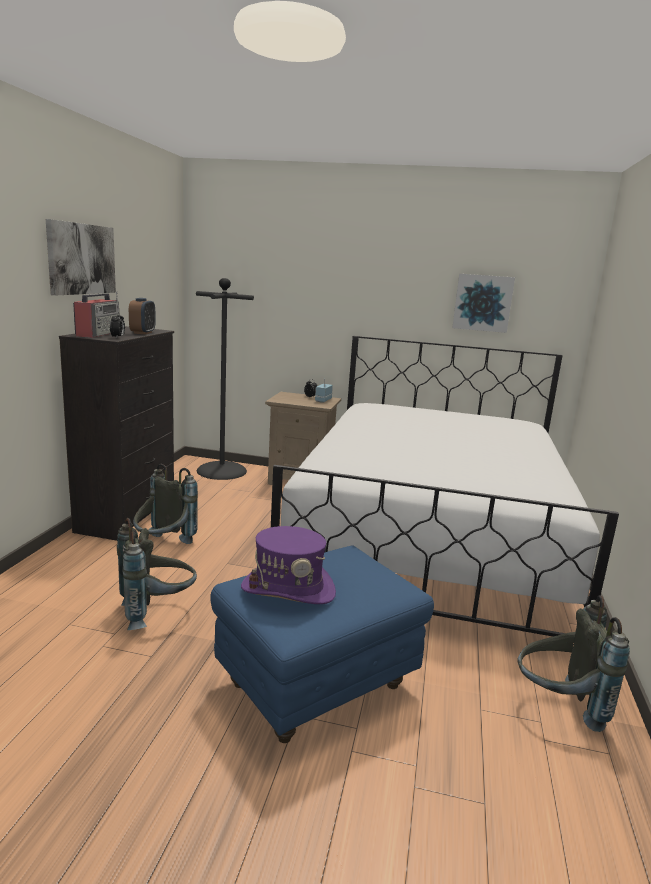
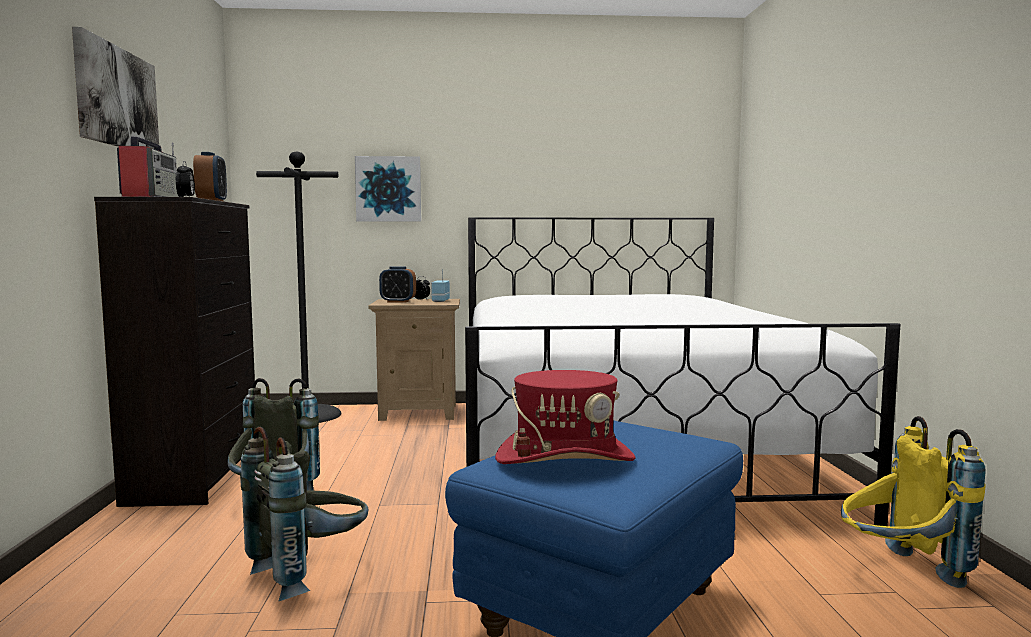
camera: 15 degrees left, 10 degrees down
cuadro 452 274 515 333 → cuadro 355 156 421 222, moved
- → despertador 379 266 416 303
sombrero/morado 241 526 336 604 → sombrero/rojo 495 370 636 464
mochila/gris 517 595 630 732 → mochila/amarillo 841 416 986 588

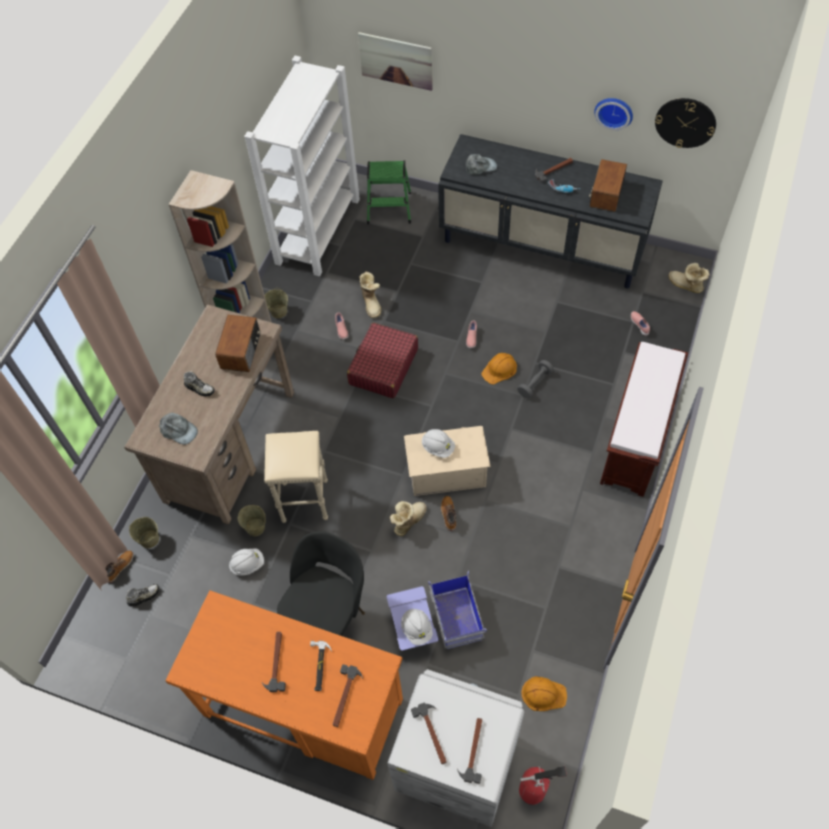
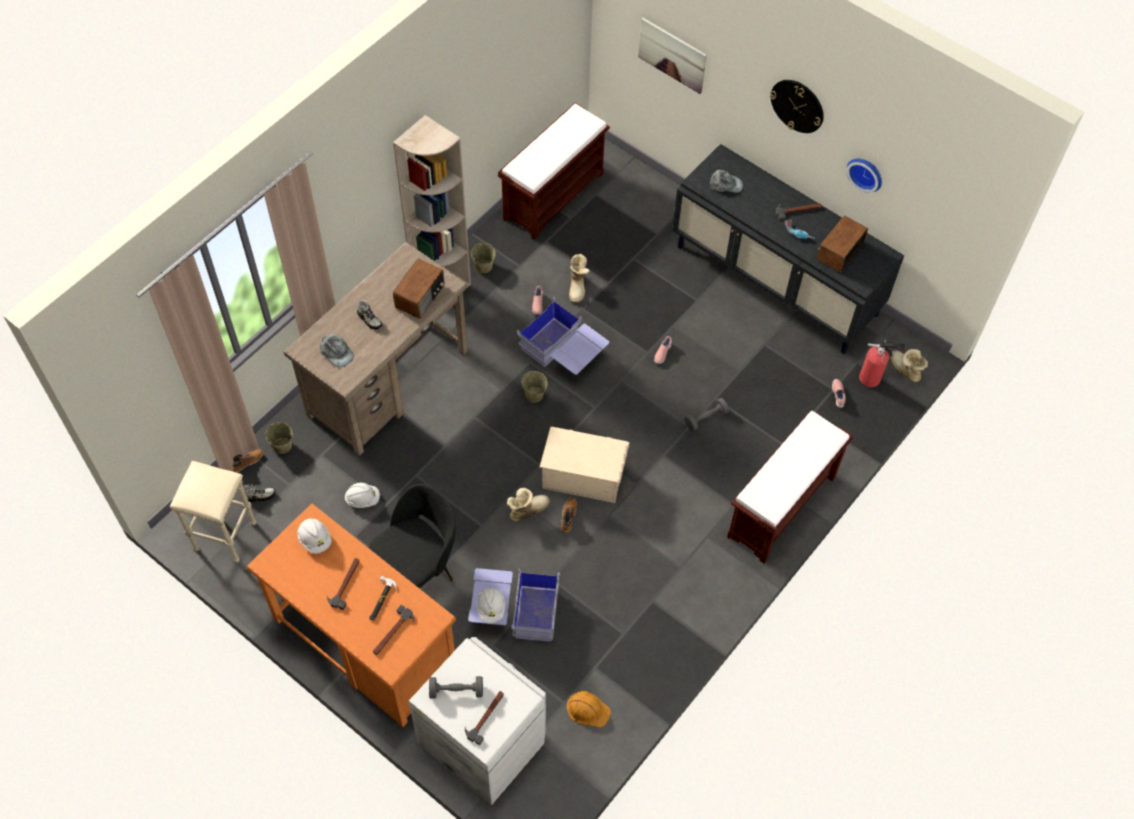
camera: 15 degrees right, 0 degrees up
taburete/beis 264 431 328 523 → taburete/beis 170 461 256 563, moved
casco/blanco 422 429 455 458 → casco/blanco 298 518 332 554, moved
martillo 411 703 447 764 → mancuerna/gris 429 676 483 698
estantería/blanco 244 56 360 276 → banco/marrón 498 103 610 240
maleta/rojo 347 323 418 398 → caja de almacenaje/azul 517 302 609 375
cubo/beis 238 505 266 536 → cubo/beis 521 371 548 402, moved
reloj de pared 655 98 716 148 → reloj de pared 770 80 824 133, moved
extintor 519 766 567 805 → extintor 859 339 906 387, moved
escalera de tijera/verde 367 161 411 225 → -
casco/naranja 481 353 517 384 → -

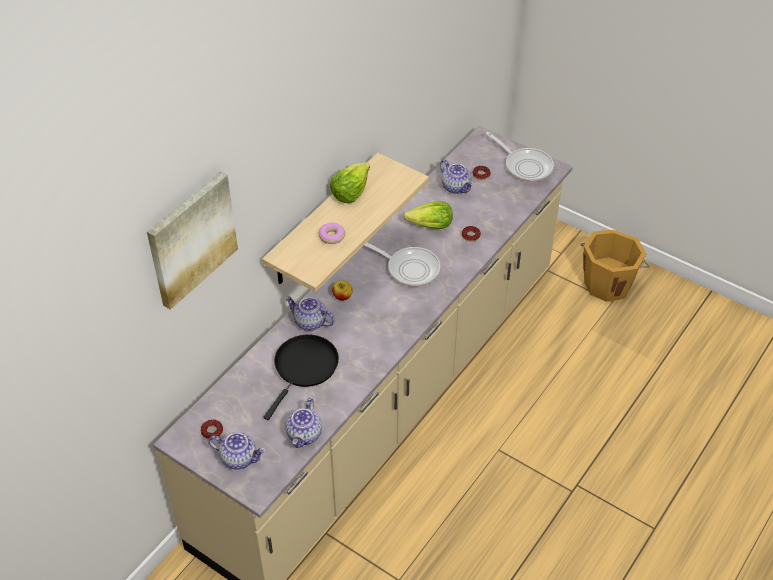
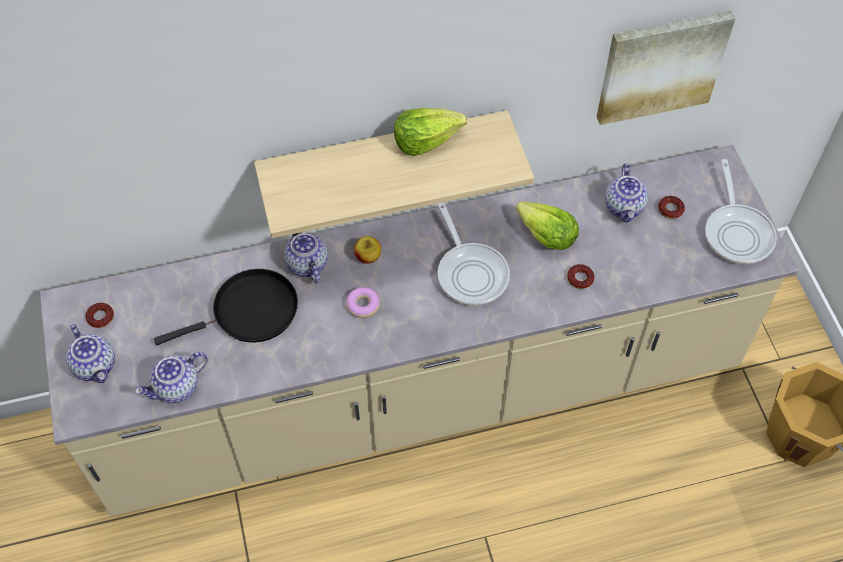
camera: 40 degrees right, 10 degrees up
rosquilla 319 223 345 244 → rosquilla 346 287 380 318, moved
cuadro 147 172 238 310 → cuadro 597 11 735 125, moved

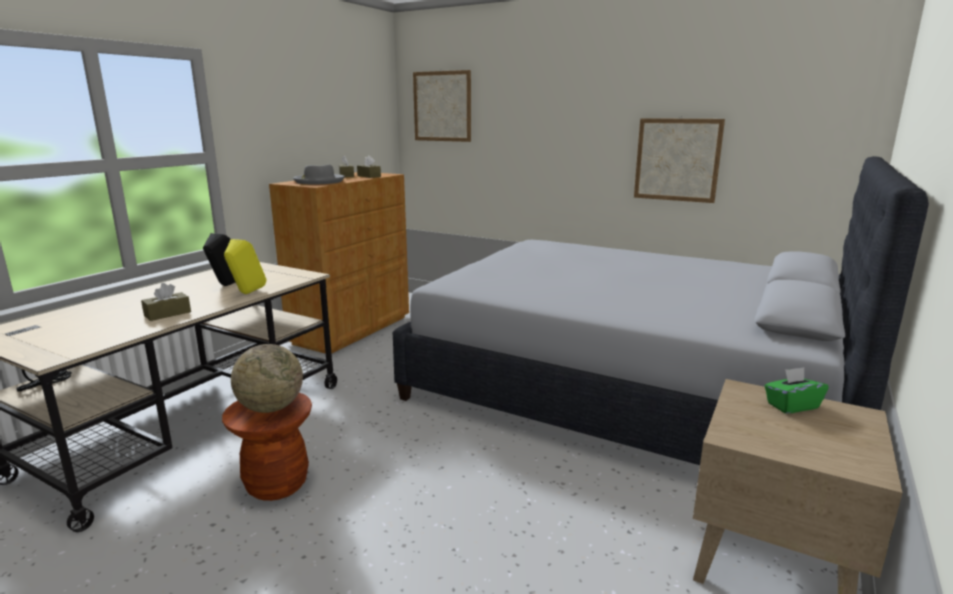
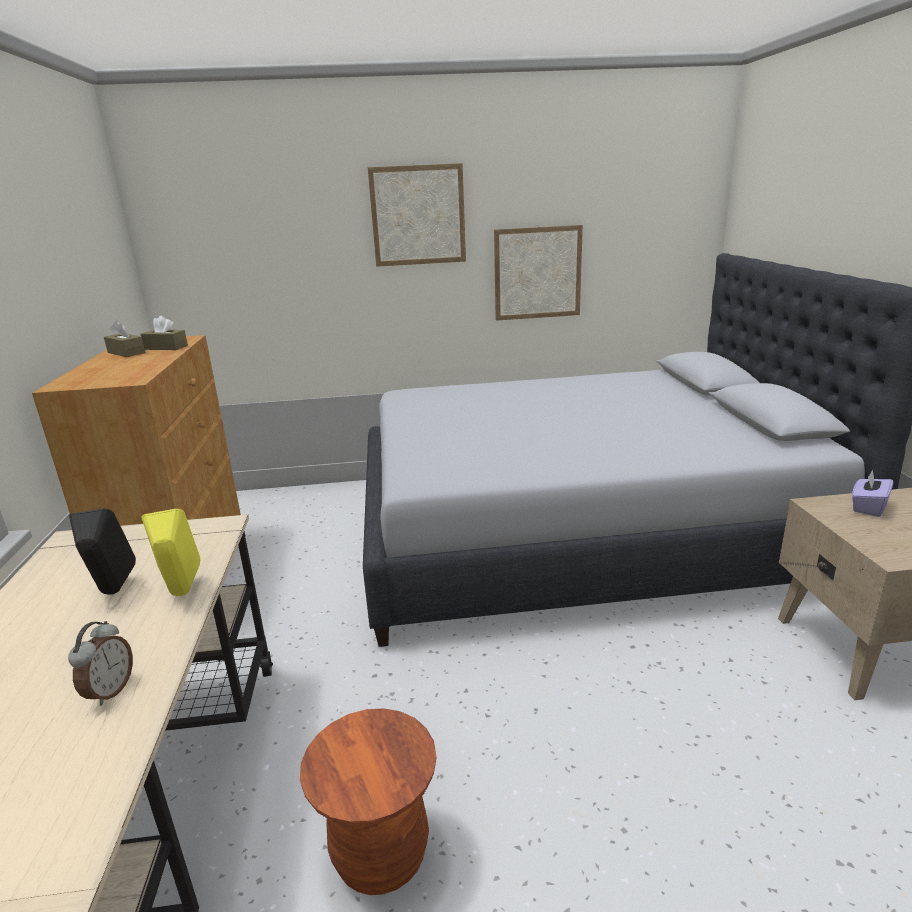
camera: 35 degrees left, 5 degrees up
caja de pañuelos/marrón 141 283 191 321 → despertador 68 621 133 706
cuadro 413 70 471 142 → cuadro 368 163 466 267, moved
caja de pañuelos/verde 764 367 829 414 → caja de pañuelos/morado 852 470 893 517
globo terráqueo 231 344 303 413 → -
sombrero/gris 293 165 345 185 → -

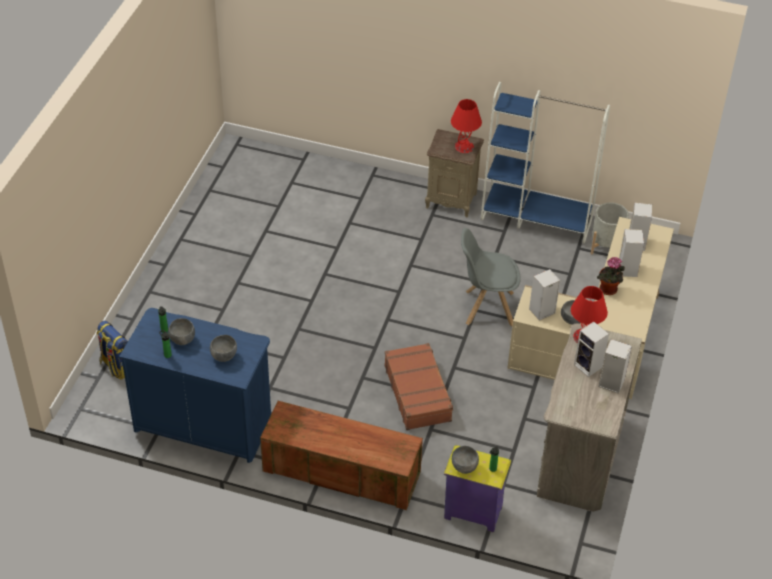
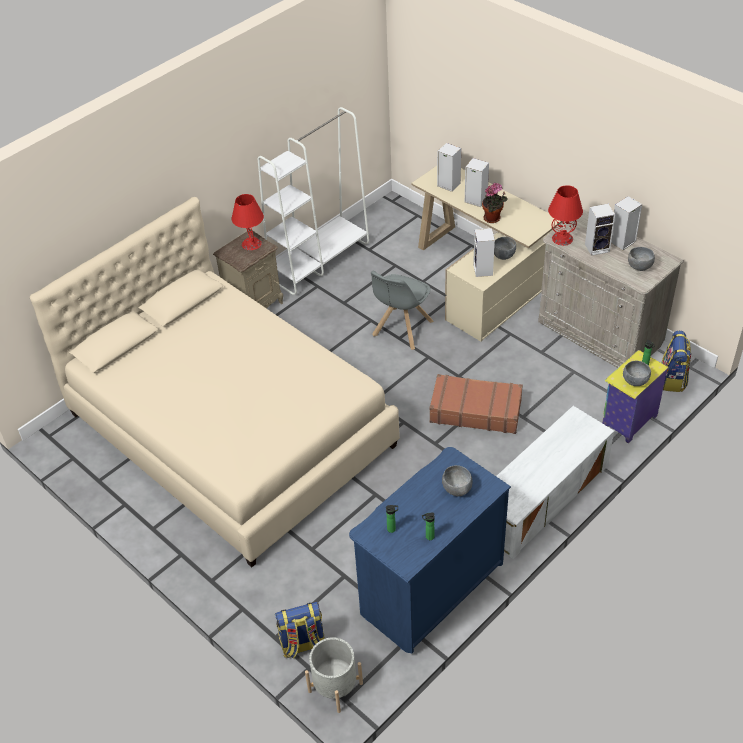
camera: 60 degrees left, 0 degrees up
- → cama/beis 30 197 400 567
perchero/azul 481 82 610 243 → perchero/blanco 258 107 369 295
maceta/gris 591 202 629 254 → maceta/gris 305 637 363 713, moved
banco/marrón 260 401 423 510 → banco/blanco 496 406 615 559
cuenco/gris 168 318 195 345 → cuenco/gris 628 247 655 271, moved
- → mochila 662 331 691 392

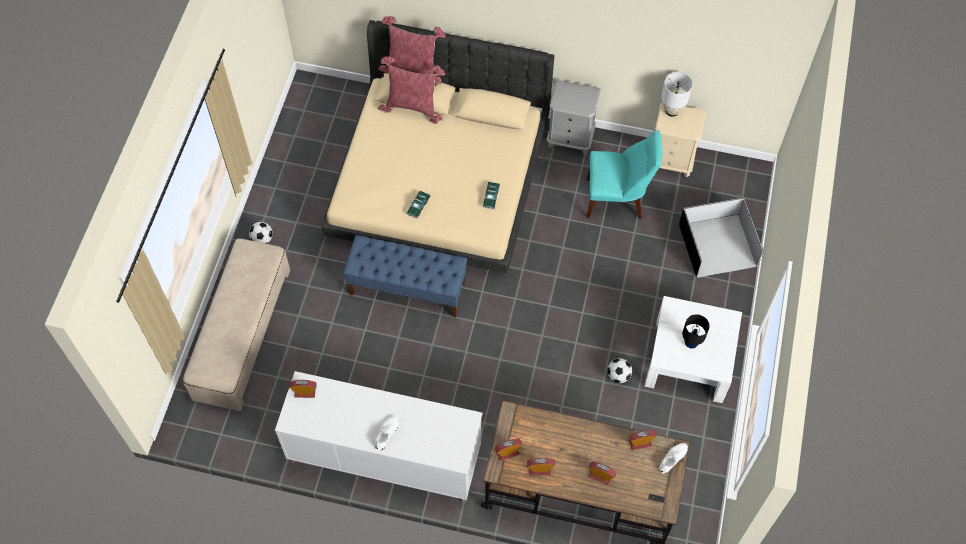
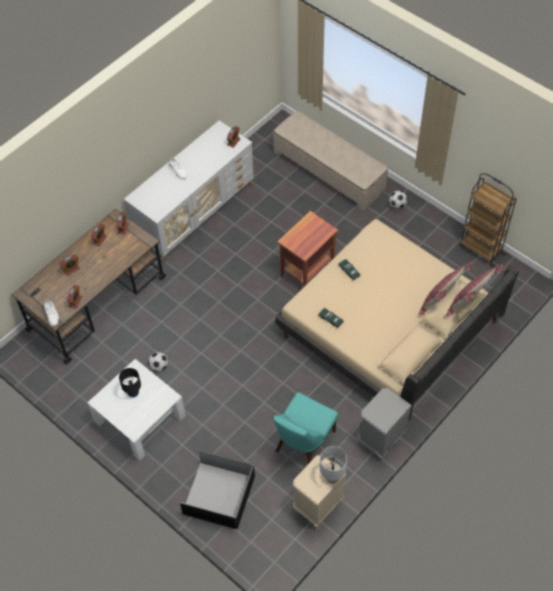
camera: 120 degrees right, 5 degrees down
banco/azul 343 235 467 317 → mesita de noche 277 211 339 287
- → carrito/marrón 460 173 516 267

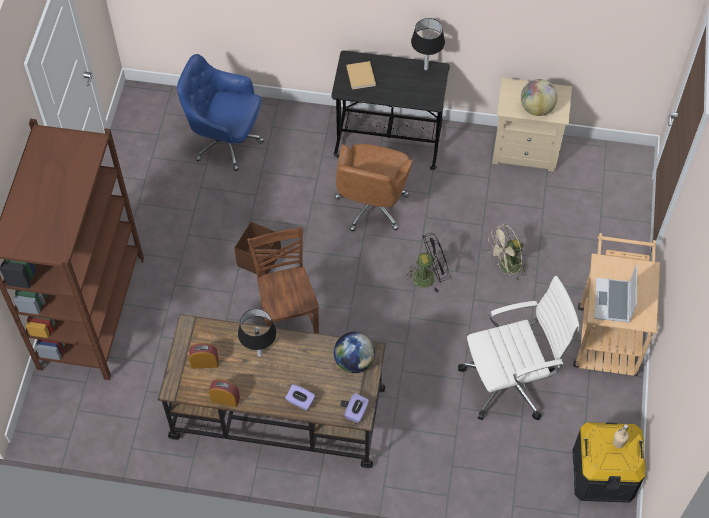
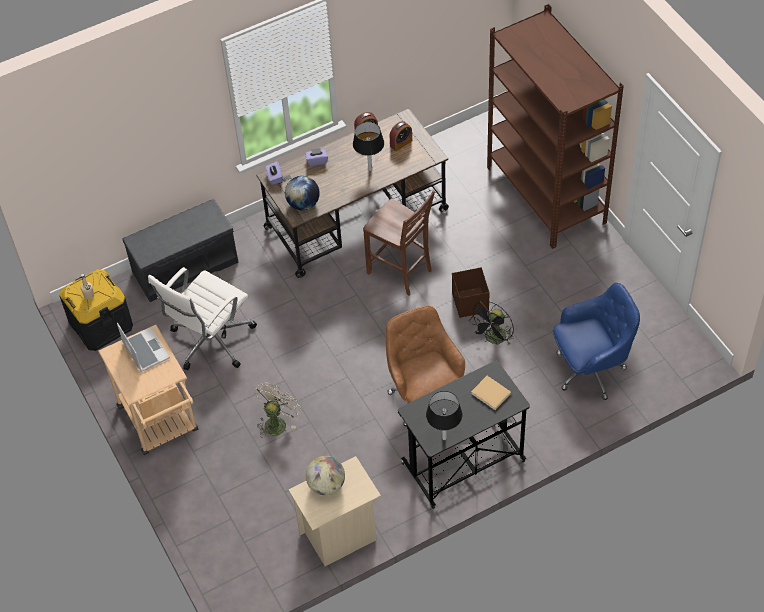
camera: 145 degrees right, 5 degrees down
- → banco/gris 122 199 238 302
ventilador/negro 405 233 450 292 → ventilador/negro 469 301 514 345, moved

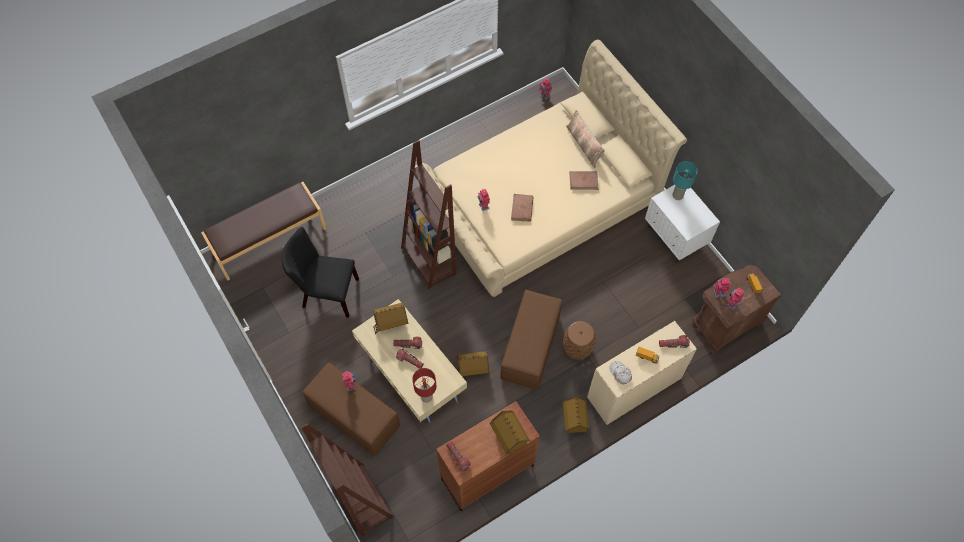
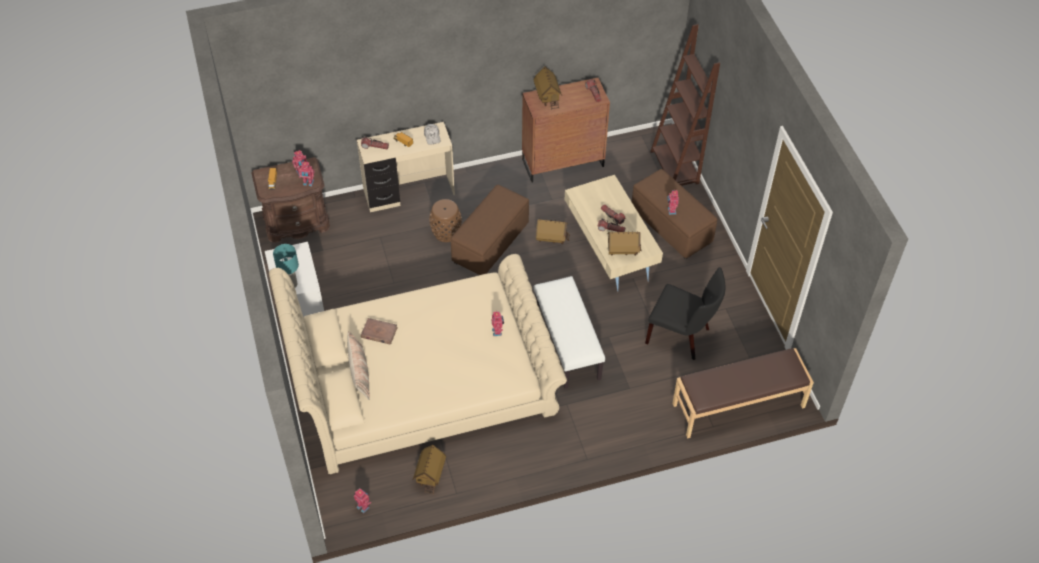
camera: 165 degrees left, 10 degrees down
casita 563 396 590 433 → casita 413 445 446 495, moved
estantería/marrón 401 140 456 289 → banco/blanco 534 276 605 389
lámpara de mesa/rojo 412 368 437 403 → -
libro/marrón 511 194 533 221 → -

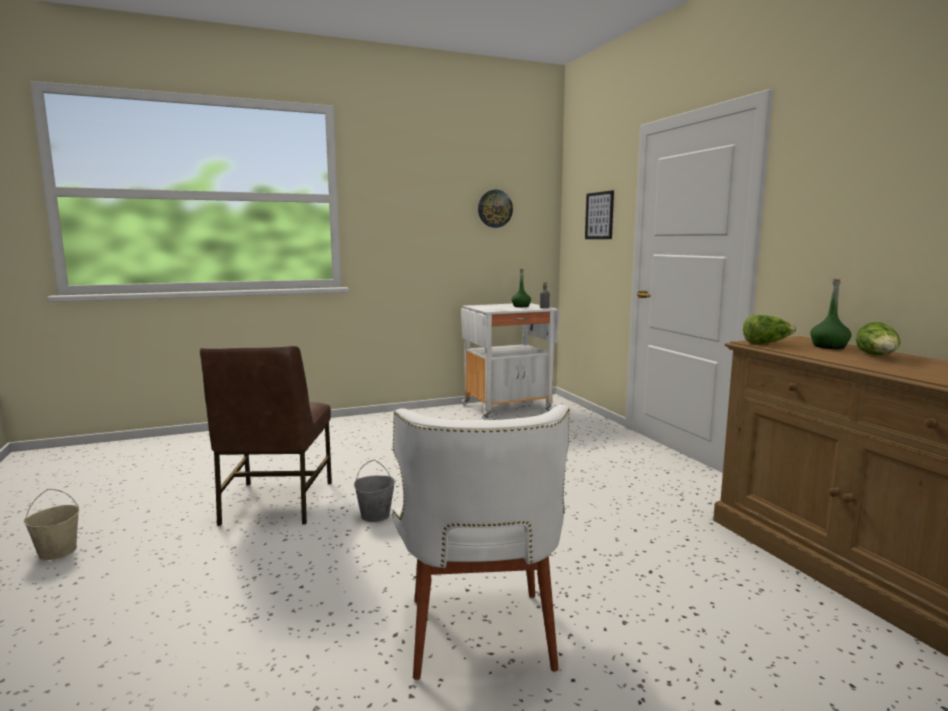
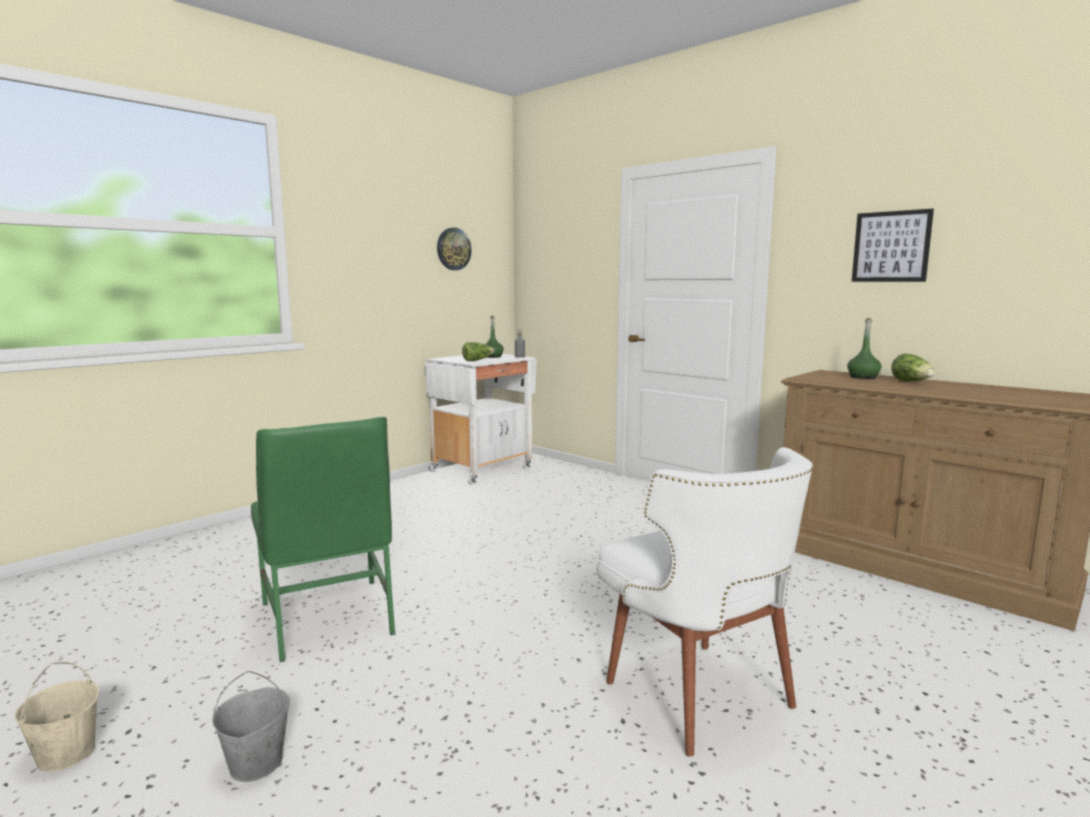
camera: 25 degrees left, 0 degrees up
cubo/gris 354 460 395 522 → cubo/gris 212 671 290 782, moved
silla/marrón 200 346 332 526 → silla/verde 251 417 395 662
lechuga 743 315 796 344 → lechuga 462 342 495 361, moved
cuadro 585 190 614 239 → cuadro 852 209 934 282, moved

